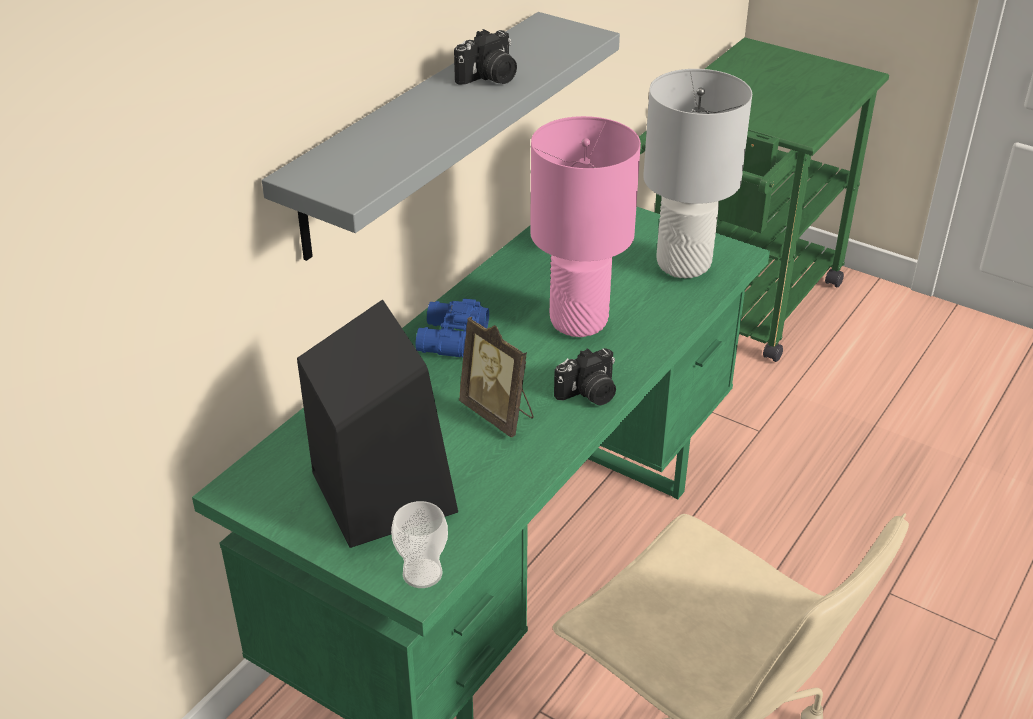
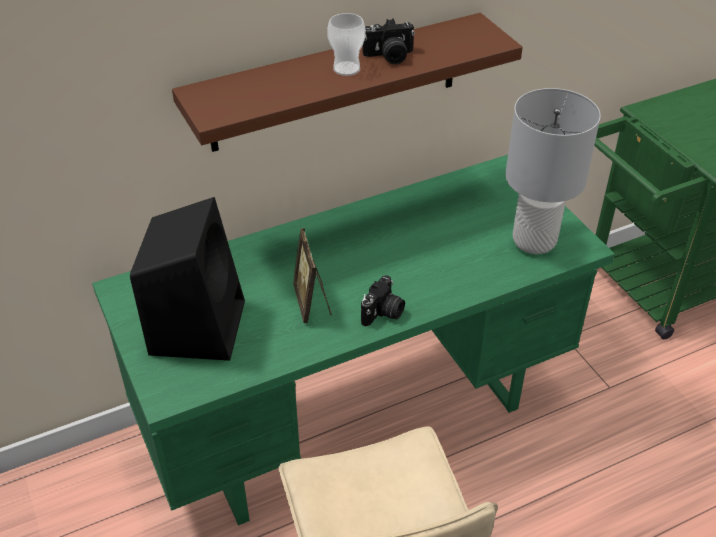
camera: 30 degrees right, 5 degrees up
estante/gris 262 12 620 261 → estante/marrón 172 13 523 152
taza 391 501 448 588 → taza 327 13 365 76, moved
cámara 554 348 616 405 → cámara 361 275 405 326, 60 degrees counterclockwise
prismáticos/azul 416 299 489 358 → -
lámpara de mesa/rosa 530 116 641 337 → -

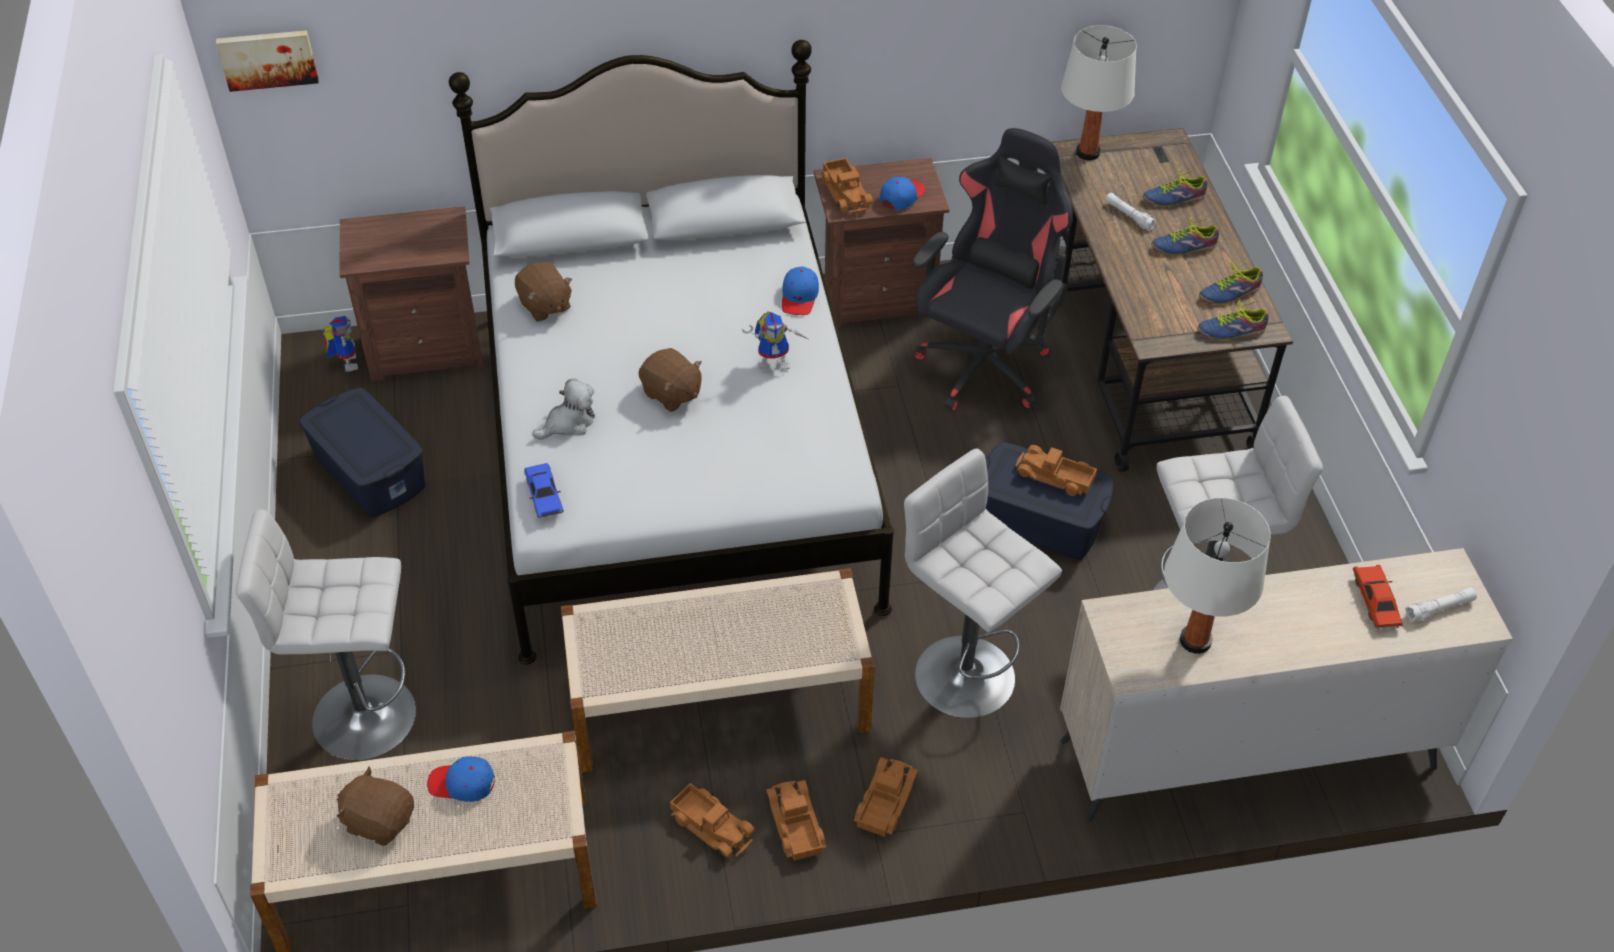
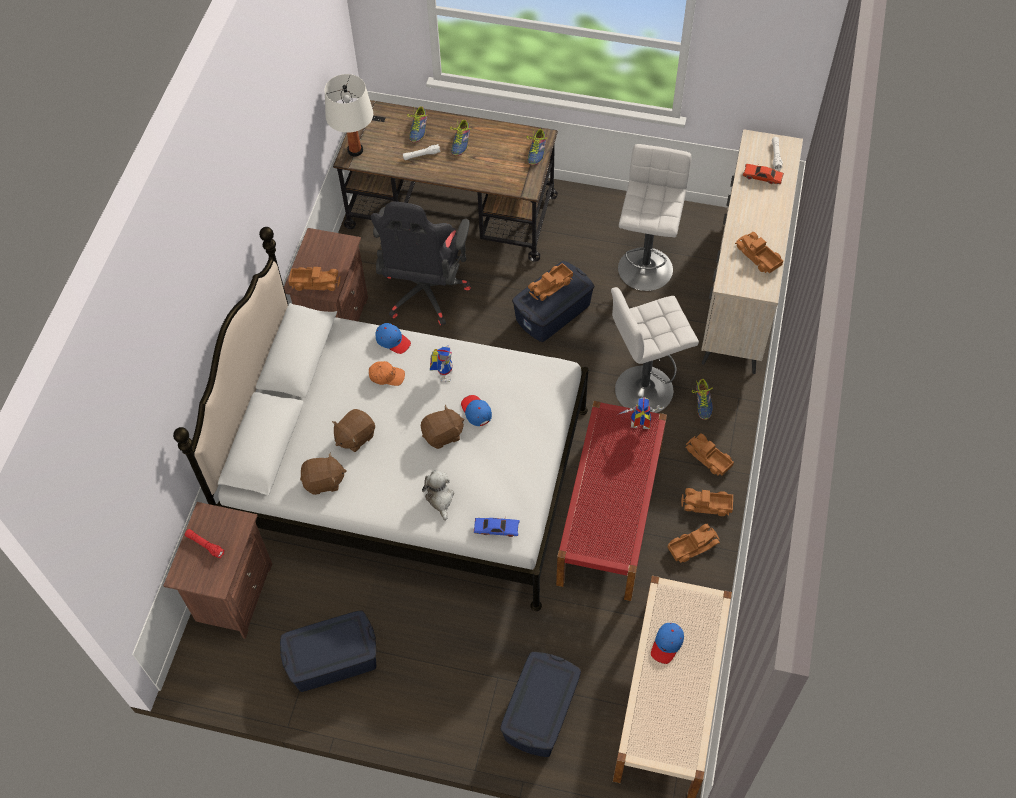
camera: 65 degrees left, 10 degrees up
- → linterna/rojo 185 529 225 558
peluche/marrón 337 767 414 846 → peluche/marrón 332 409 375 452, moved
- → gorra/naranja 369 361 405 386
silla de oficina/negro 913 128 1073 411 → silla de oficina/negro 371 202 471 326, 135 degrees counterclockwise
gorra/azul 880 177 925 210 → gorra/azul 461 395 492 426, moved
taburete/blanco 236 510 416 760 → caja de almacenaje/azul 500 652 581 757
banco/beis 561 568 875 772 → banco/rojo 556 401 667 601
robot de juguete 323 316 358 372 → robot de juguete 617 397 664 429, moved
zapato 1199 260 1263 305 → zapato 692 379 713 420, moved
lámpara de mesa/blanco 1164 498 1271 654 → camión de juguete 735 232 783 273
cuadro 216 30 318 92 → -

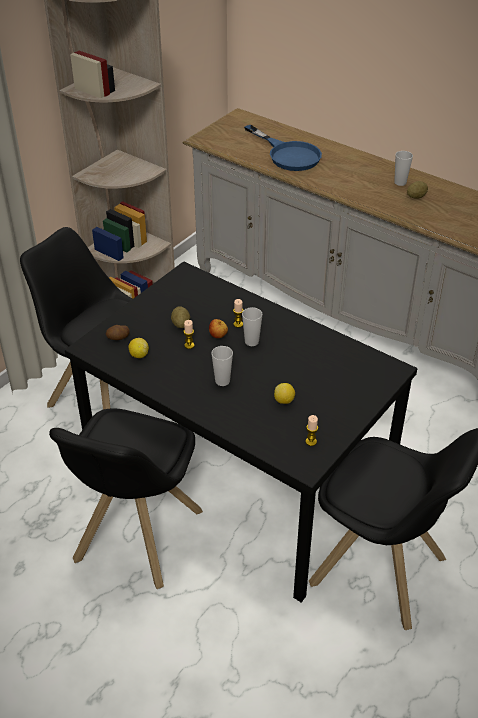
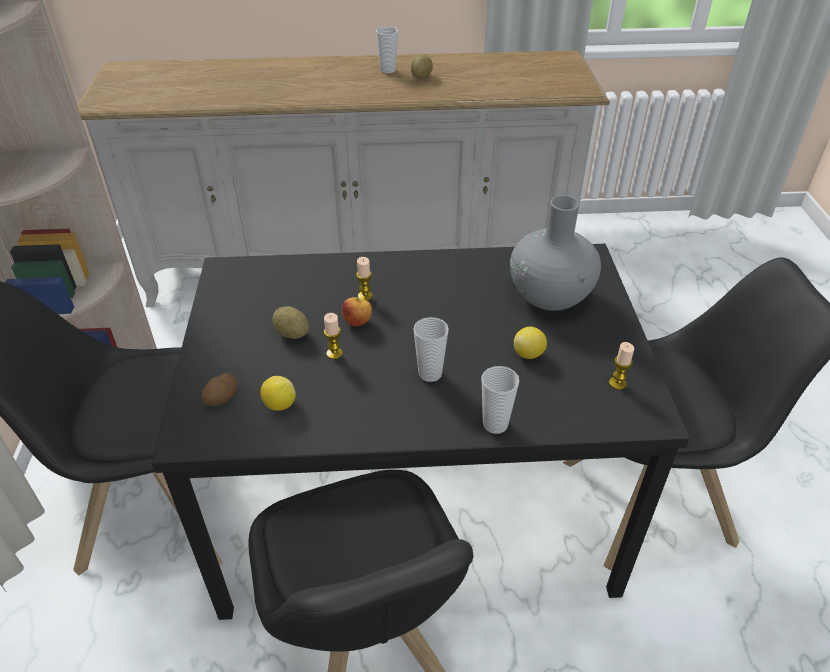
camera: 40 degrees left, 0 degrees up
taza 242 307 263 346 → taza 481 366 520 434, moved
- → florero/gris 510 195 601 311
sartén/azul 244 125 322 171 → -

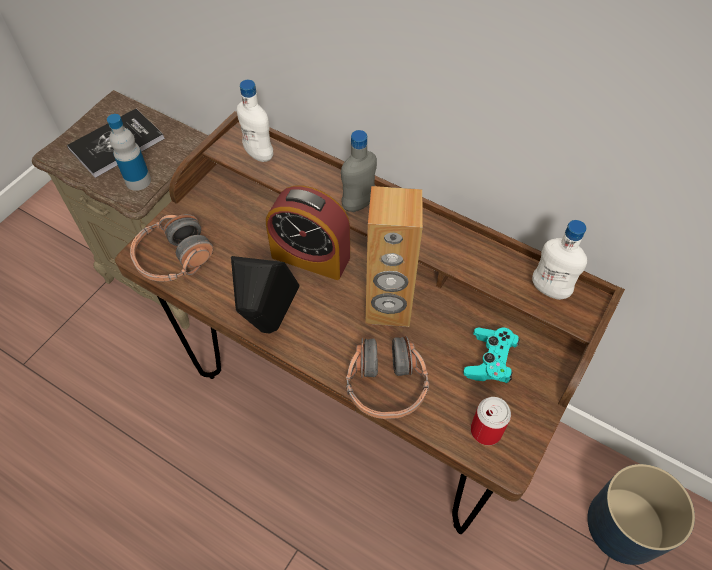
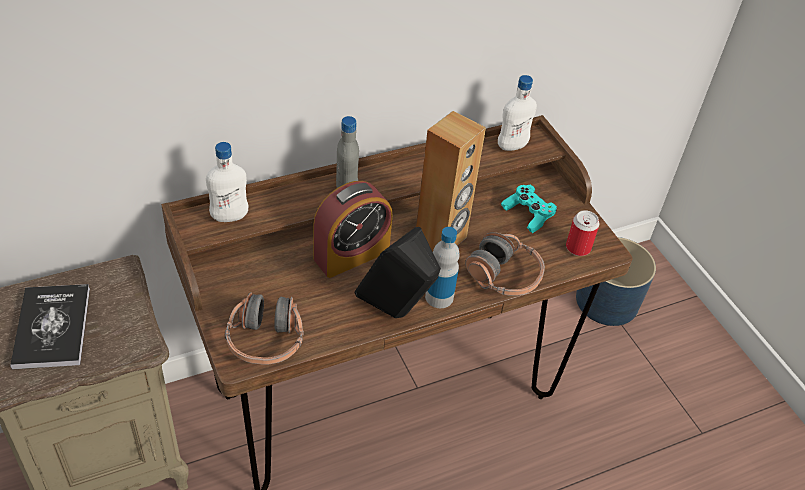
camera: 60 degrees left, 10 degrees down
botella 107 114 151 191 → botella 425 227 460 308, moved

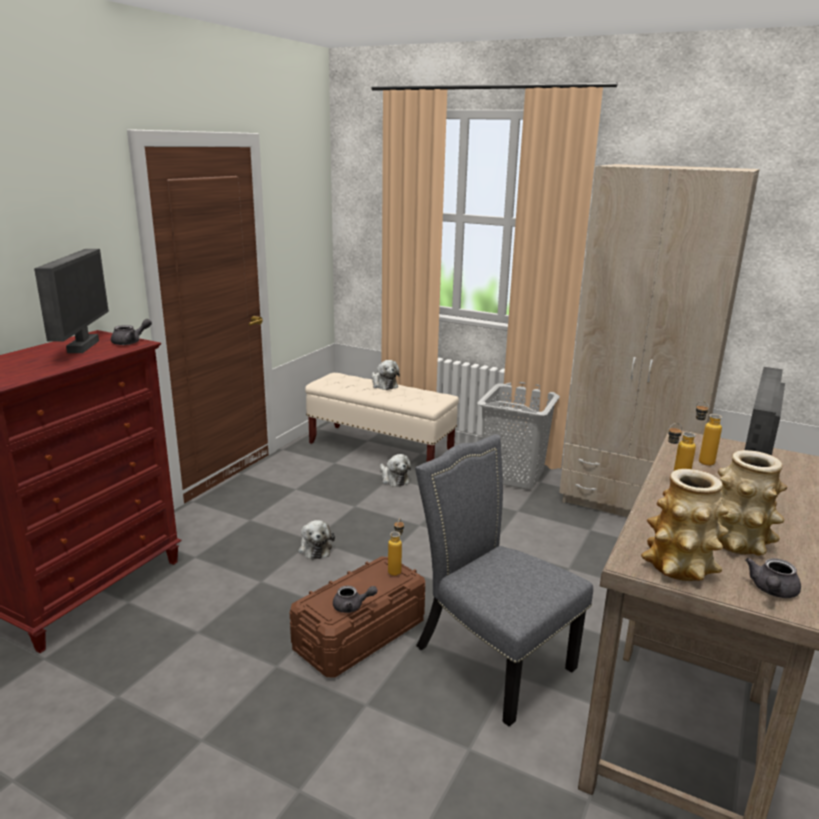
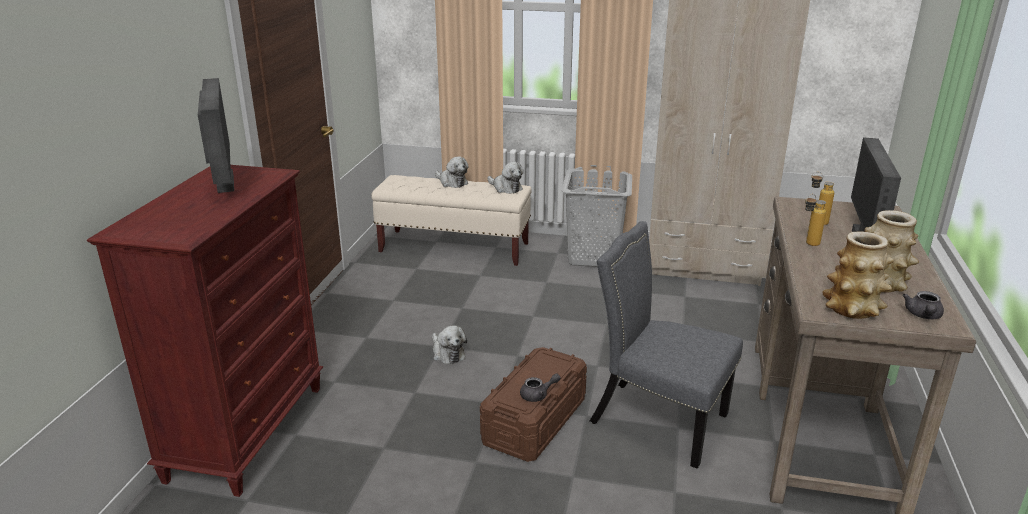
camera: 15 degrees left, 5 degrees up
peluche 380 454 411 487 → peluche 487 162 524 194, moved
tetera/gris 111 319 152 345 → -
botella 388 519 404 576 → -

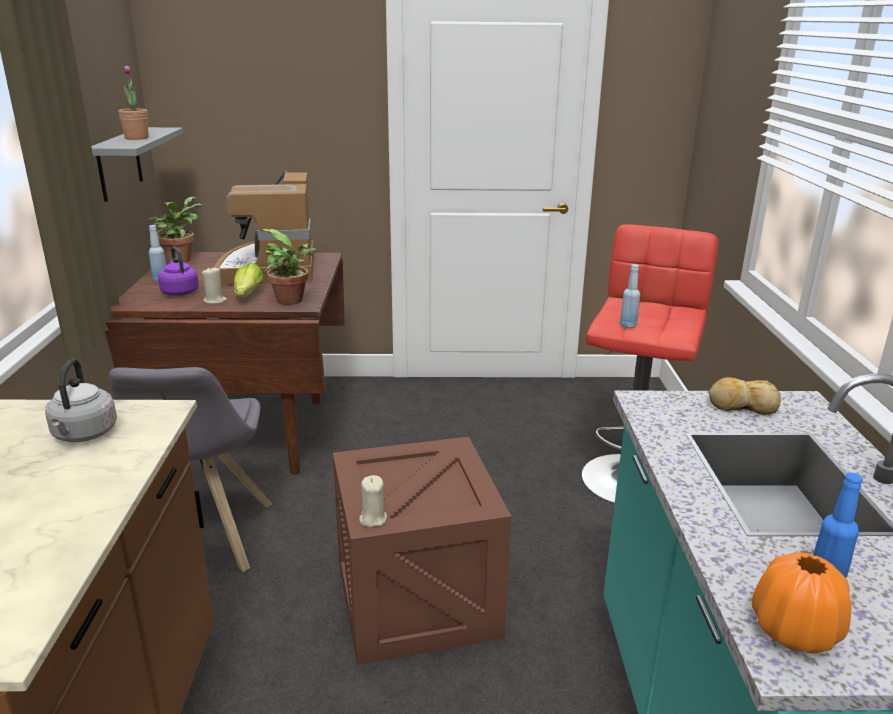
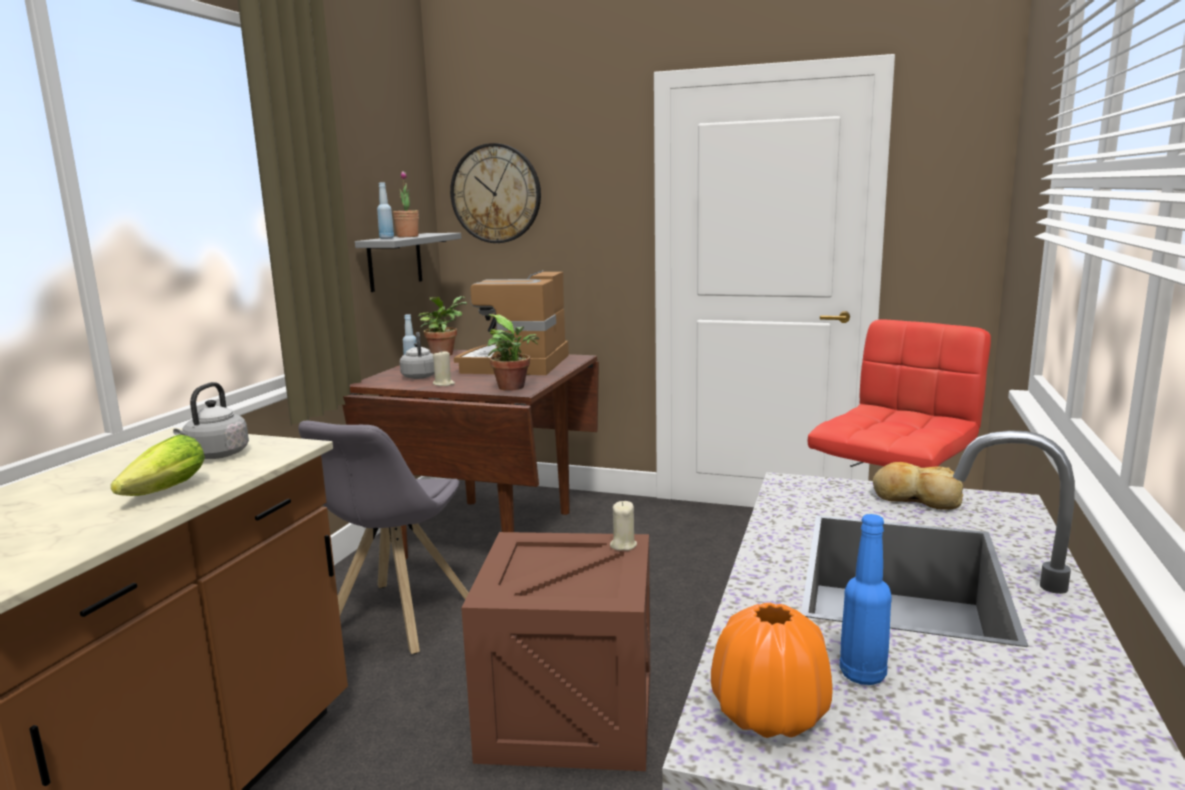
camera: 20 degrees right, 10 degrees down
lechuga 233 263 264 297 → lechuga 111 434 205 496, moved
botella/azul 620 264 640 328 → botella/azul 377 183 394 239, moved
hervidor/morado 158 246 199 296 → hervidor/gris 400 332 435 379
- → reloj de pared 450 143 541 243
vela/beis 359 475 387 527 → vela/beis 610 501 637 551, moved

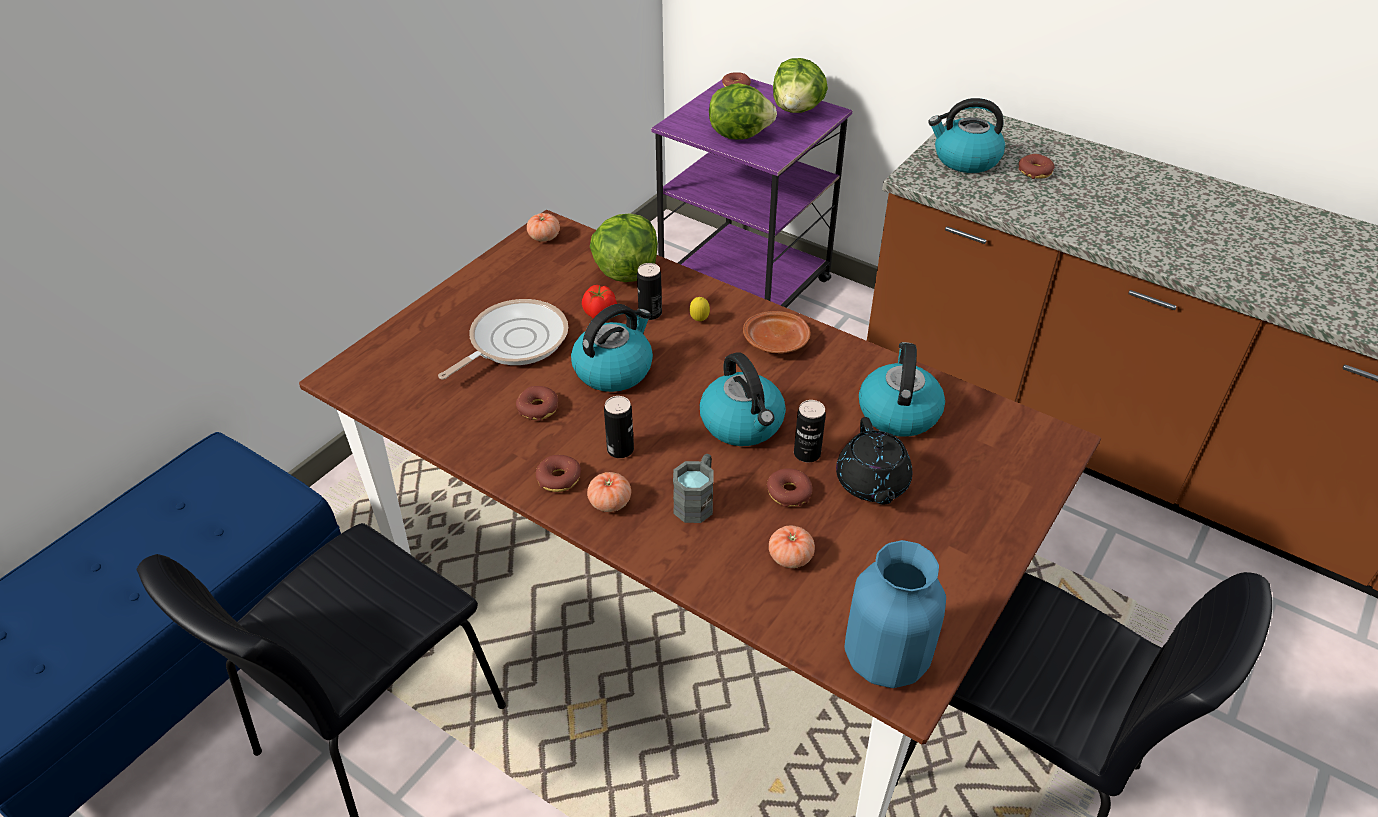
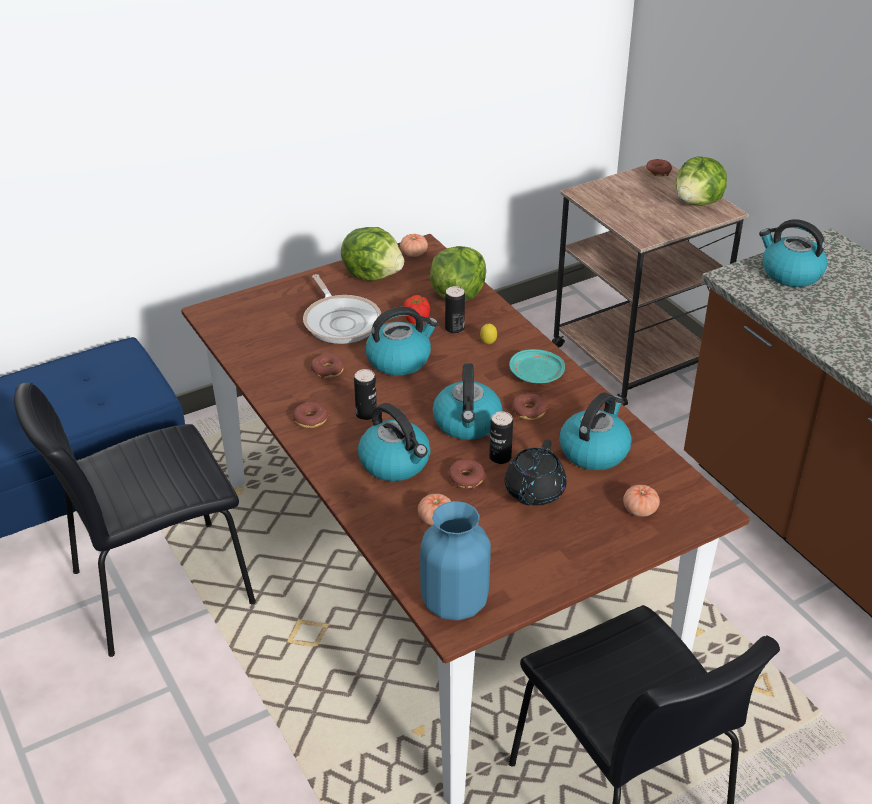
camera: 25 degrees right, 5 degrees down
sartén 438 299 568 380 → sartén 303 274 381 344, 90 degrees clockwise
lechuga 709 83 777 140 → lechuga 341 227 404 281, moved
taza grande/gris 673 454 713 523 → hervidor 358 403 430 481
plato/marrón 743 311 811 353 → plato/turquesa 509 349 565 383
rosquilla 1019 154 1055 179 → rosquilla 512 394 548 420, moved
carrito/morado 651 78 853 308 → carrito/marrón 552 164 749 406
tomate 587 472 631 512 → tomate 623 485 660 517, moved

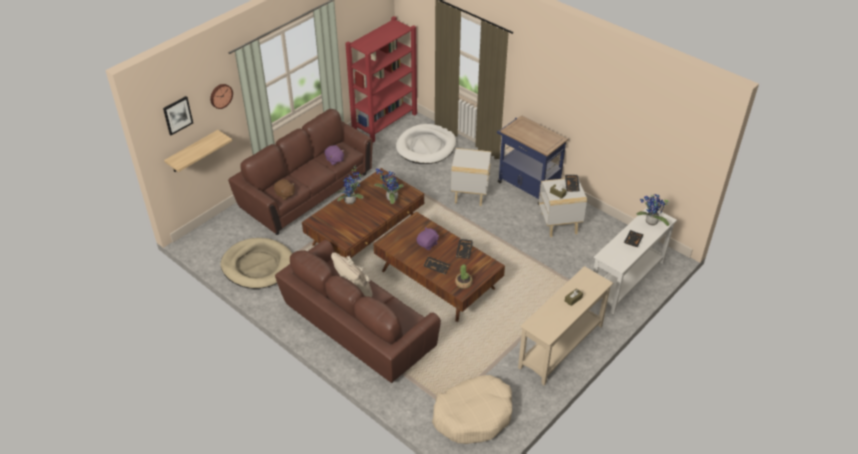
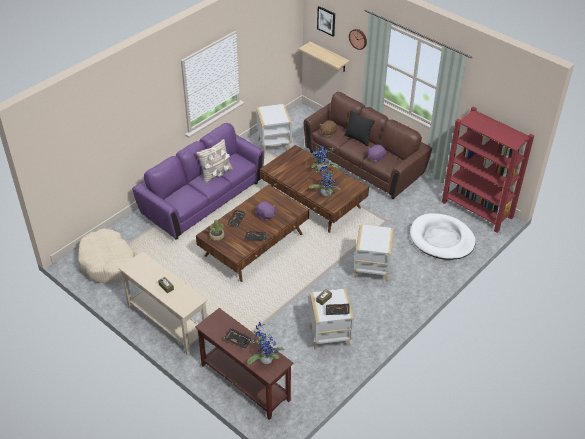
camera: 90 degrees right, 0 degrees up
sofá/marrón 275 240 441 383 → sofá/morado 132 123 264 240
mesa consola/blanco 593 208 677 314 → mesa consola/marrón 195 308 294 420
cama para perro/beis 220 238 292 289 → mesa auxiliar/blanco 256 104 292 153
- → cojín/negro 344 110 375 146
carrito/azul 497 115 568 205 → -

